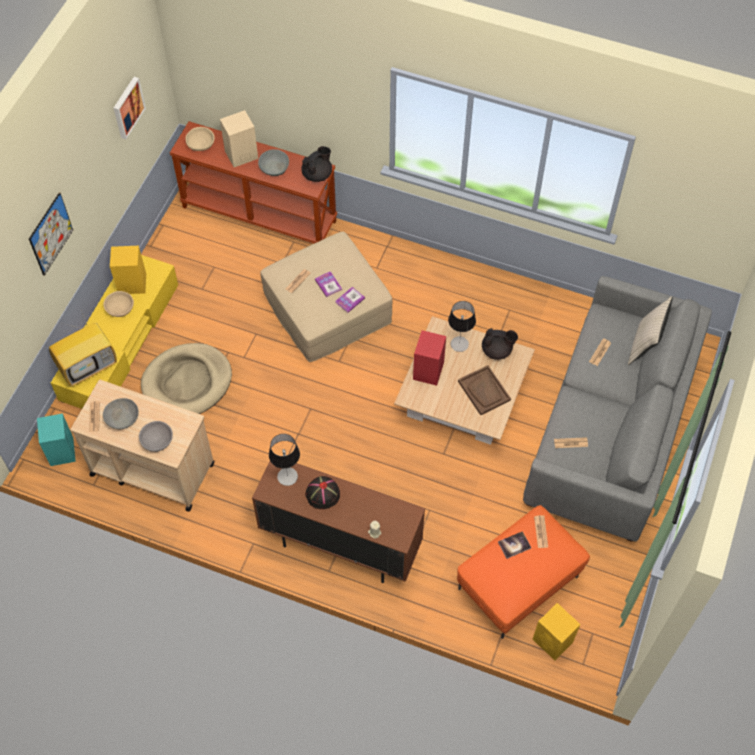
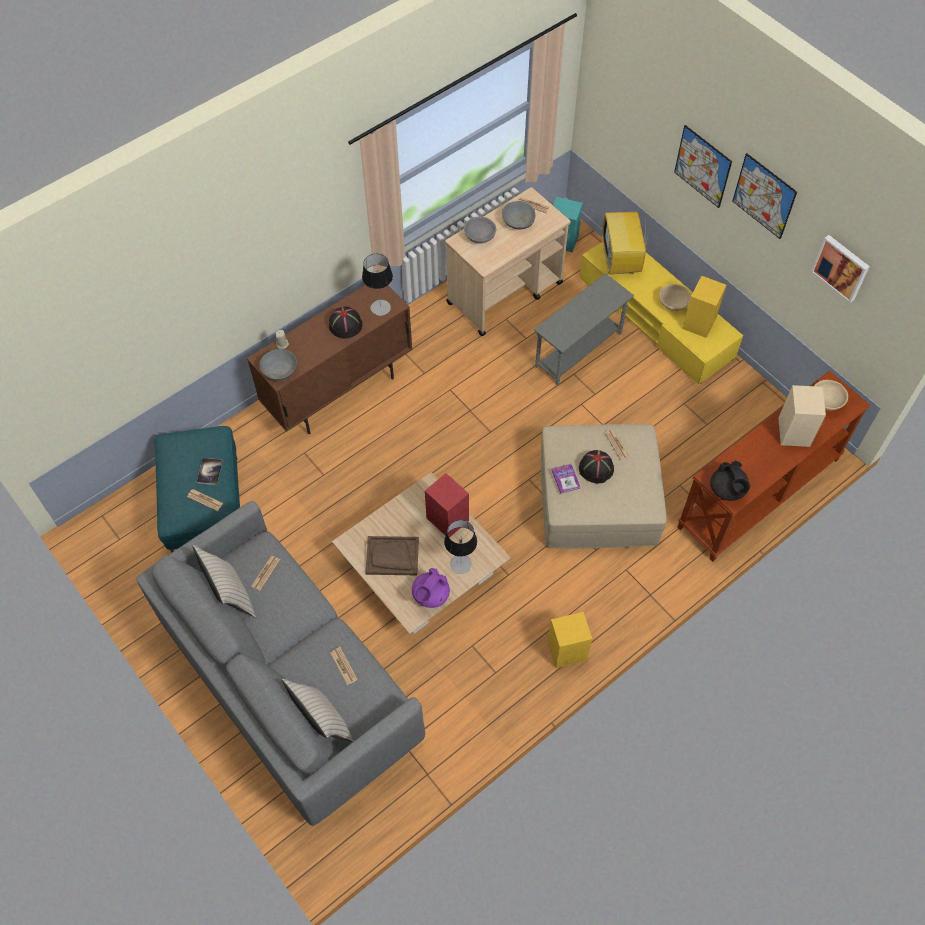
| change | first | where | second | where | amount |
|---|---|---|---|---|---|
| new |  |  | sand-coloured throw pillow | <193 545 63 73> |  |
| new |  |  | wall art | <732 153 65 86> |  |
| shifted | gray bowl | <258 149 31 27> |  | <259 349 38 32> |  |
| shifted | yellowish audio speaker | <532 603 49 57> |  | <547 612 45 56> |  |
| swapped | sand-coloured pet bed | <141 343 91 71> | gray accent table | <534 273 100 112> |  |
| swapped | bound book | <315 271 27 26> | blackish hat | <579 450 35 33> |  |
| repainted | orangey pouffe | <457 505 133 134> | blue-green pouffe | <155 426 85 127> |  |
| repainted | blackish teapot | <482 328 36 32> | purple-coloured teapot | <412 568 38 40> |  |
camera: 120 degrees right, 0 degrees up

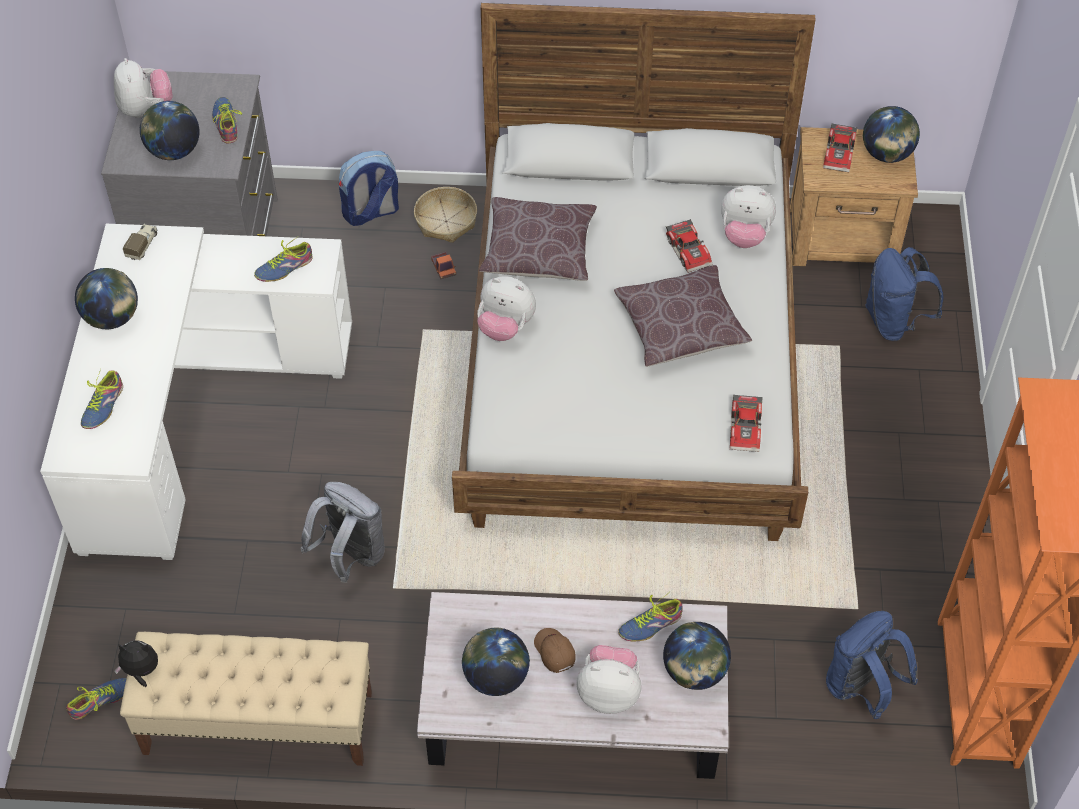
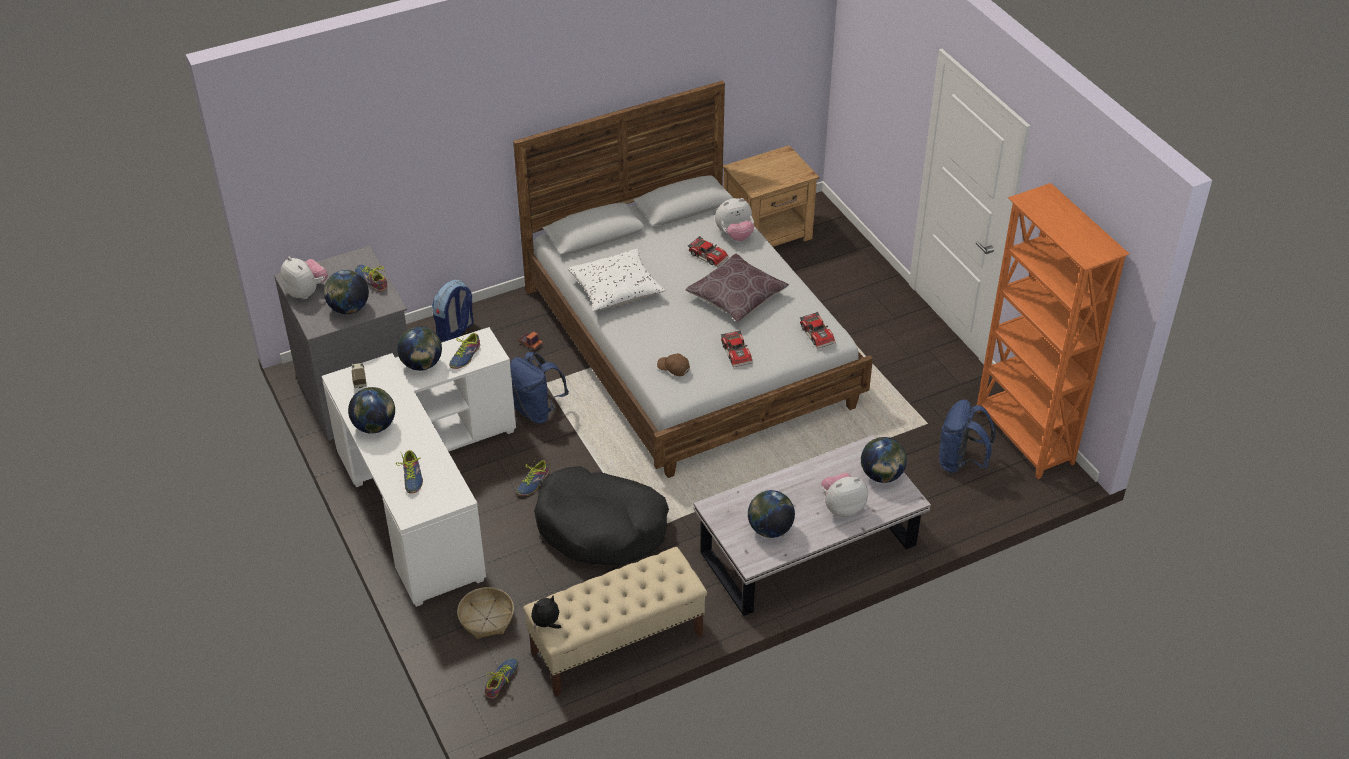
| change | first | where | second | where | amount |
|---|---|---|---|---|---|
| gone | cuddly toy | <477 276 59 65> |  |  |  |
| shifted | basket | <414 187 63 56> |  | <457 587 57 52> |  |
| shifted | brown-coloured cap | <534 628 41 45> |  | <657 353 33 23> |  |
| shifted | low shoe | <618 592 65 49> |  | <516 459 33 37> |  |
| shifted | toy car | <823 123 34 49> |  | <721 331 32 36> |  |
| shifted | world globe | <863 106 57 57> |  | <397 326 45 45> |  |
| shifted | blue knapsack | <865 247 78 94> |  | <510 352 59 72> |  |
| swapped | gray knapsack | <300 482 85 101> | blackish pet bed | <534 466 135 100> |  |
| repainted | brown-coloured throw pillow | <479 197 118 84> | white-coloured throw pillow | <568 249 97 62> |  |
camera: 30 degrees left, 10 degrees down

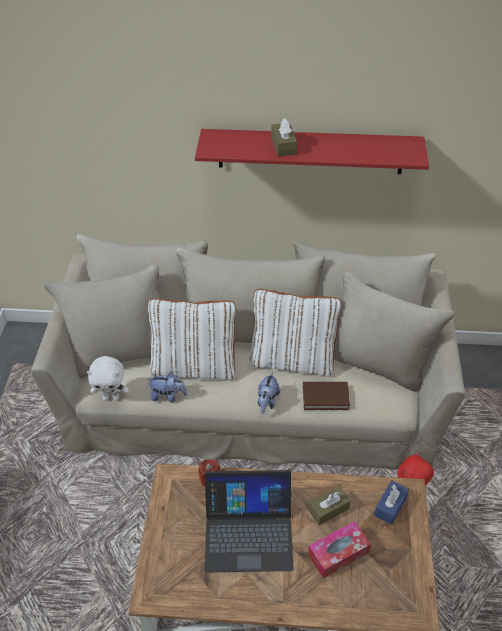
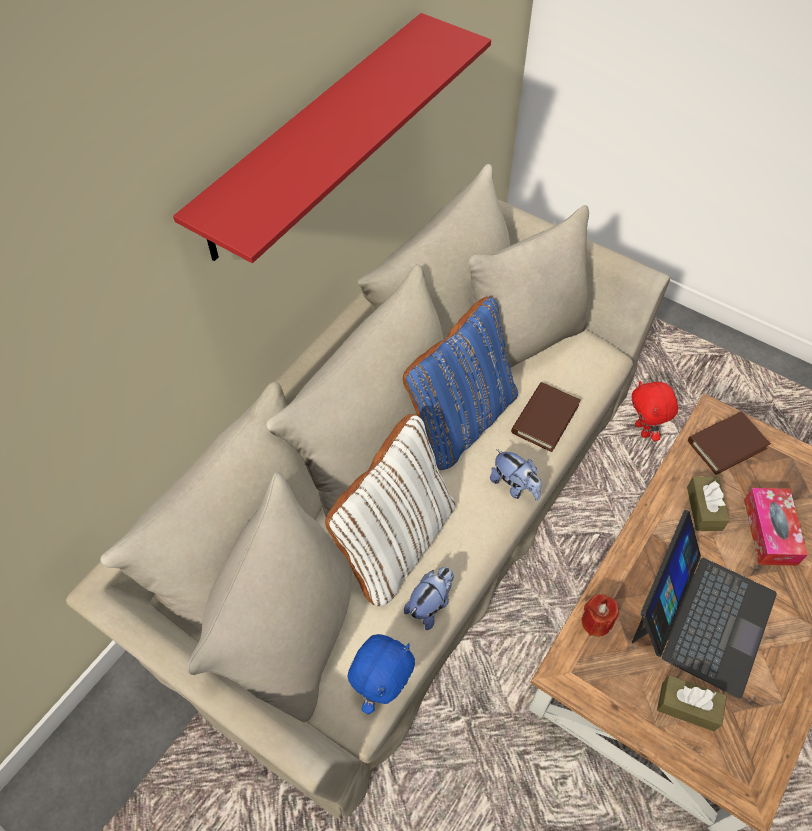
| change | first | where | second | where | amount |
|---|---|---|---|---|---|
| shifted | brown-coloured box of tissues | <271 118 26 39> |  | <657 675 70 56> |  |
| swapped | blue box of tissues | <374 480 35 45> | brown-coloured bound book | <688 412 83 63> |  |
| repainted | white-coloured cuddly toy | <87 356 42 45> | blue cuddly toy | <347 634 68 80> |  |
| repainted | white-coloured throw pillow | <250 289 92 88> | blue throw pillow | <403 296 115 174> |  |
camera: 60 degrees left, 10 degrees up

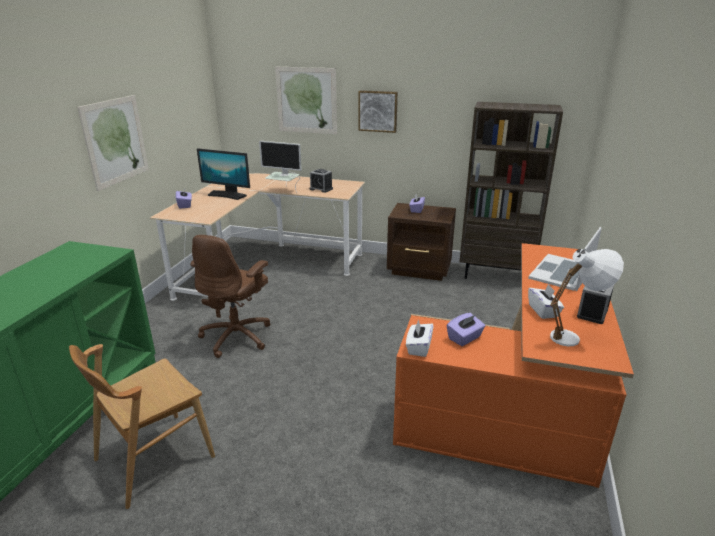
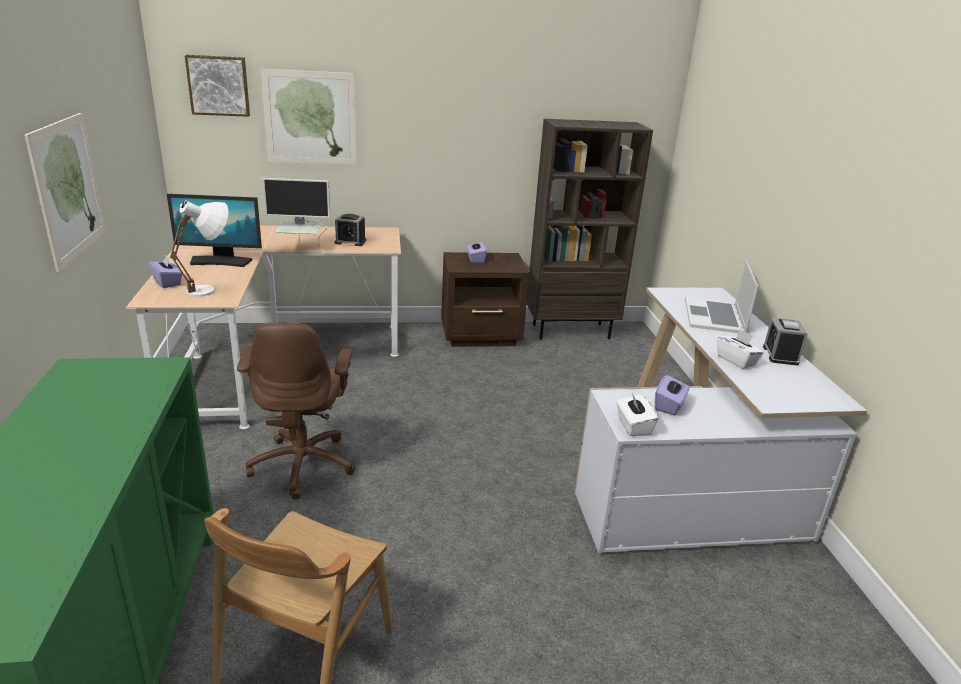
| change | first | where | second | where | amount |
|---|---|---|---|---|---|
| shifted | wall art | <358 90 40 43> |  | <185 55 65 62> |  |
| shifted | white-coloured table lamp | <550 249 74 97> |  | <170 201 59 96> |  |
| repainted | orangey desk | <393 243 241 245> | white-coloured desk | <574 287 293 266> |  |
camera: 25 degrees left, 0 degrees up

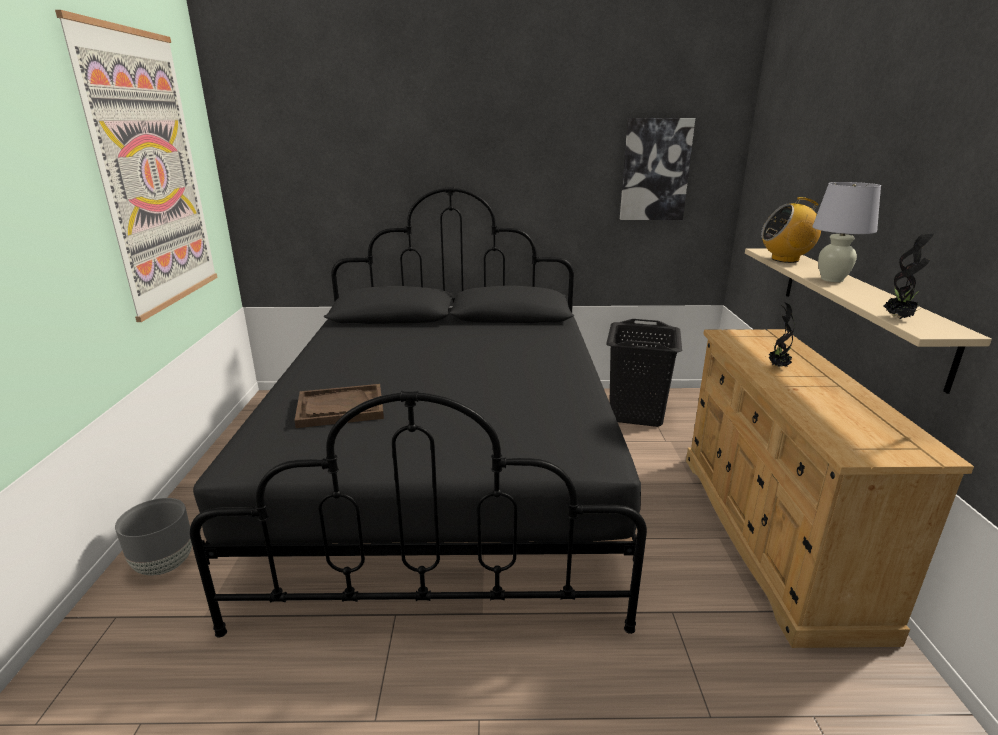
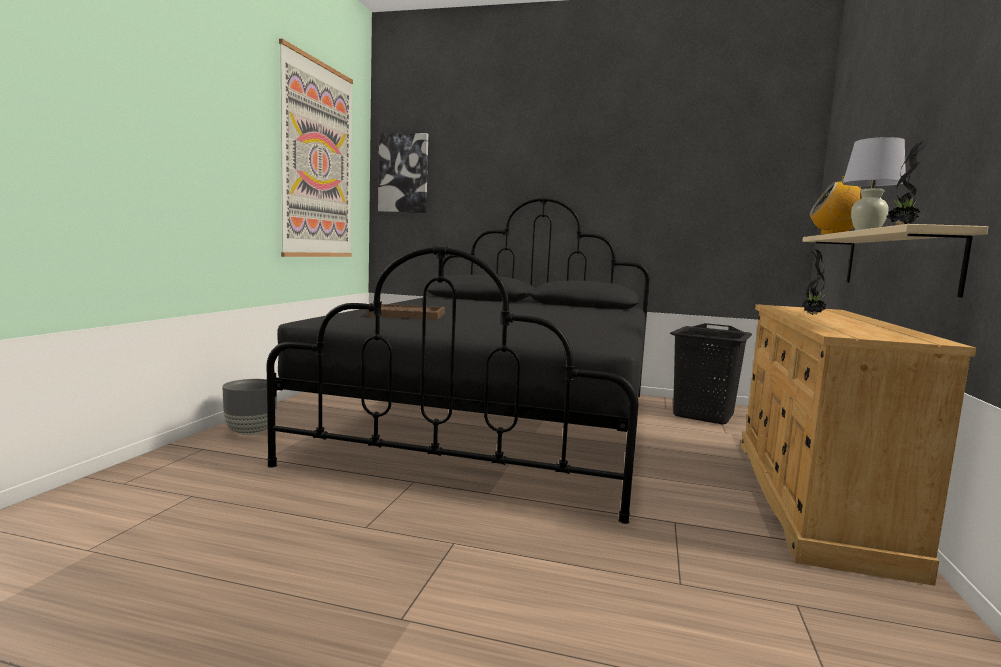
| change | first | where | second | where | amount |
|---|---|---|---|---|---|
| shifted | wall art | <620 118 75 102> |  | <378 133 50 80> |  |
camera: 15 degrees right, 15 degrees down

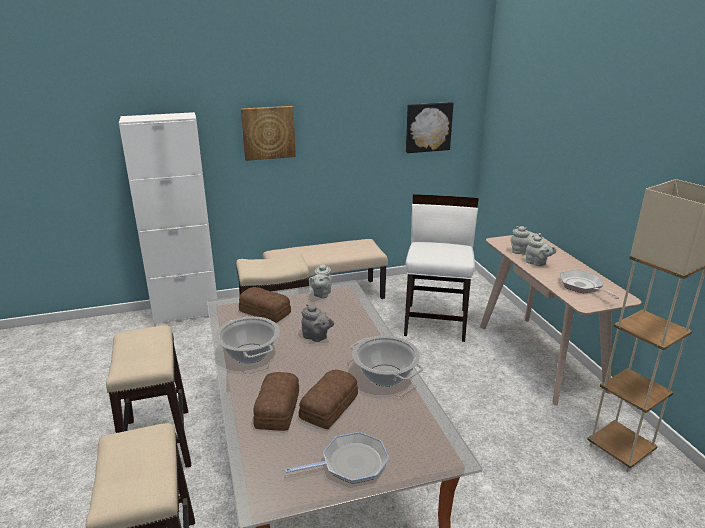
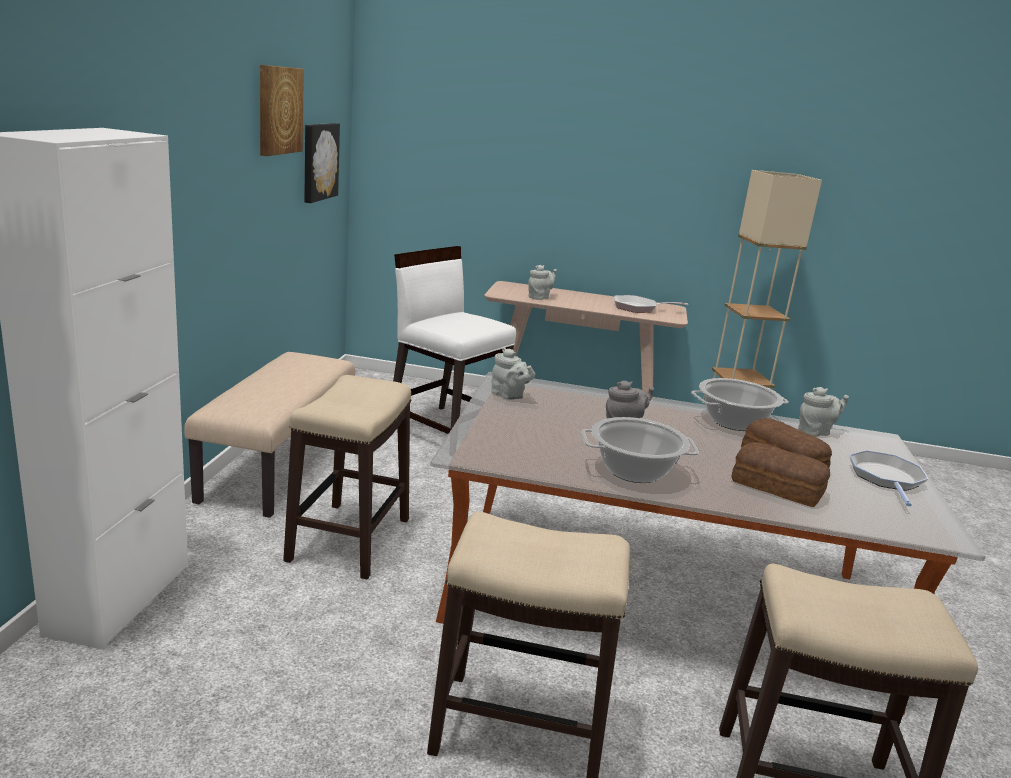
| change | first | where | second | where | amount |
|---|---|---|---|---|---|
| gone | bread | <239 287 52 36> |  |  |  |
| shifted | wall art | <241 106 55 55> |  | <260 65 44 91> |  |
| shifted | gray teapot | <526 235 31 31> |  | <798 387 51 50> |  |
camera: 65 degrees left, 5 degrees down

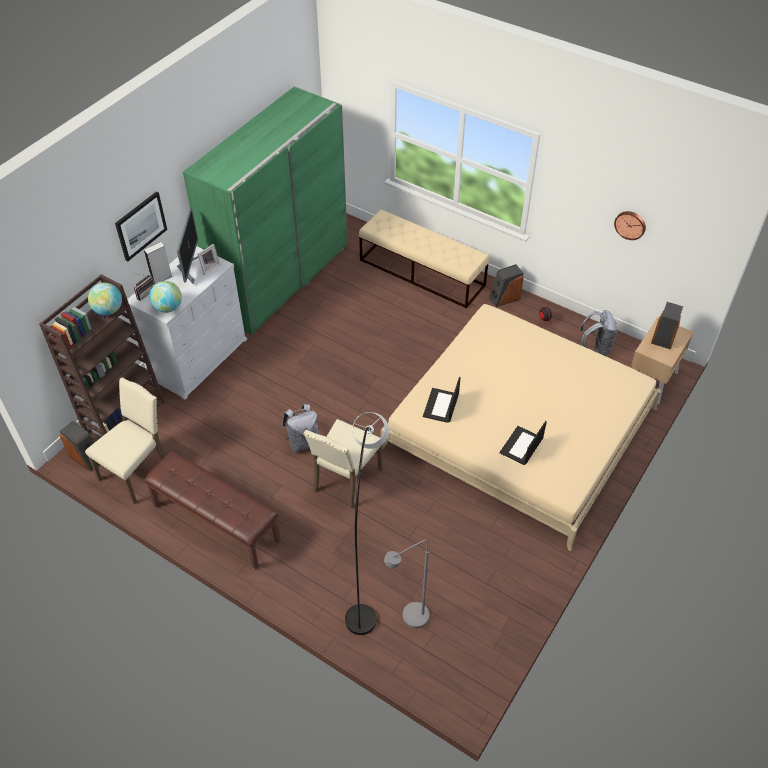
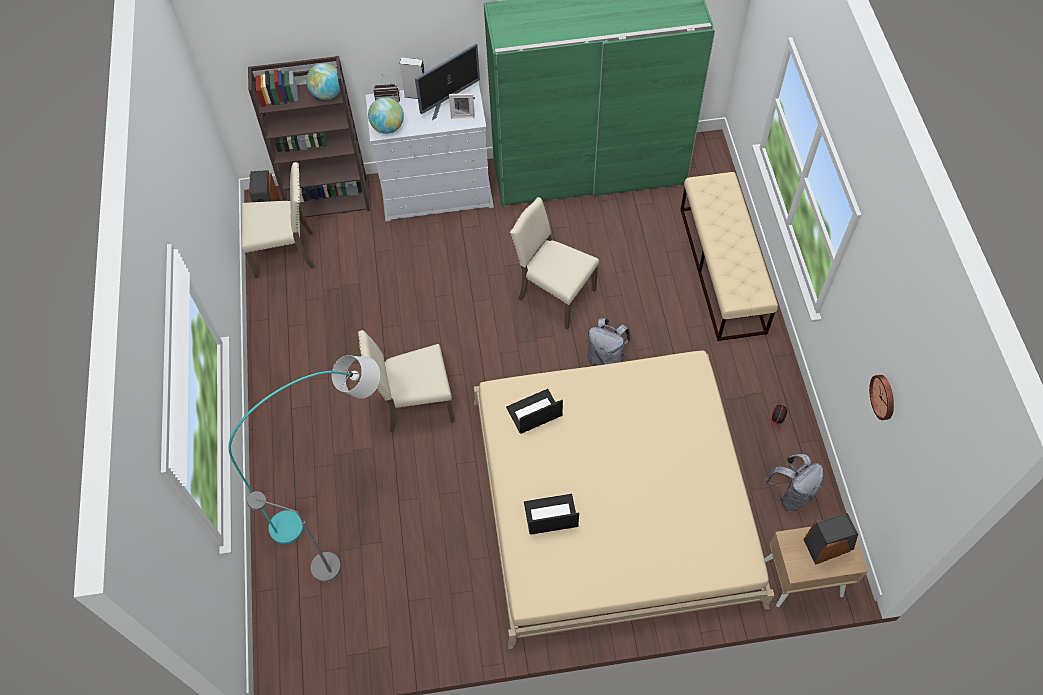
| change | first | where | second | where | amount |
|---|---|---|---|---|---|
| gone | wall art | <115 191 52 70> |  |  |  |
| gone | brown-coloured long seat | <144 452 137 117> |  |  |  |
| gone | audio speaker | <489 264 35 43> |  |  |  |
| new |  |  | sand-coloured chair | <510 197 89 133> |  |
| shifted | gray knapsack | <282 404 37 48> |  | <588 318 43 48> |  |
| repainted | gray standing lamp | <345 412 44 223> | blue-green standing lamp | <228 355 152 189> |  |
camera: 50 degrees right, 10 degrees up

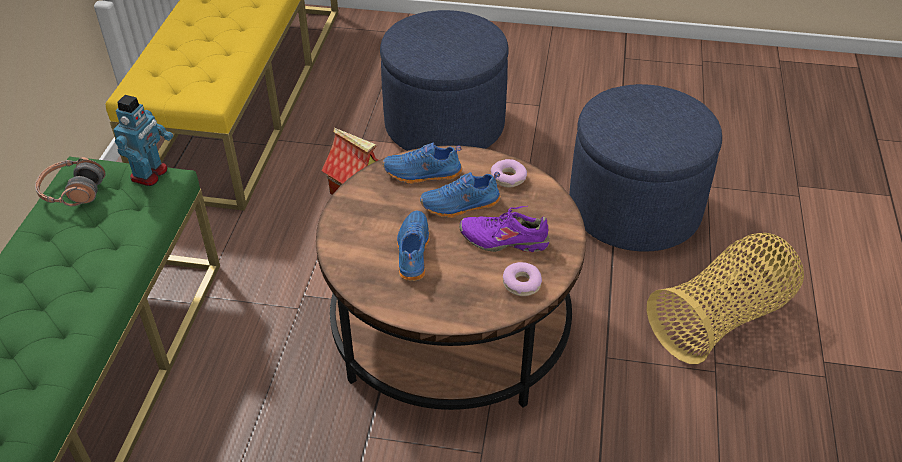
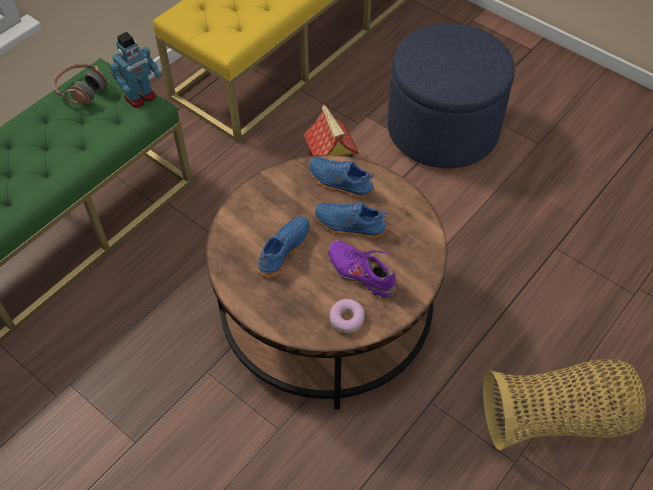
| change | first | where | second | where | amount |
|---|---|---|---|---|---|
| gone | donut | <491 159 36 29> |  |  |  |
| gone | blue pouffe | <569 84 153 168> |  |  |  |
camera: 30 degrees right, 10 degrees up

